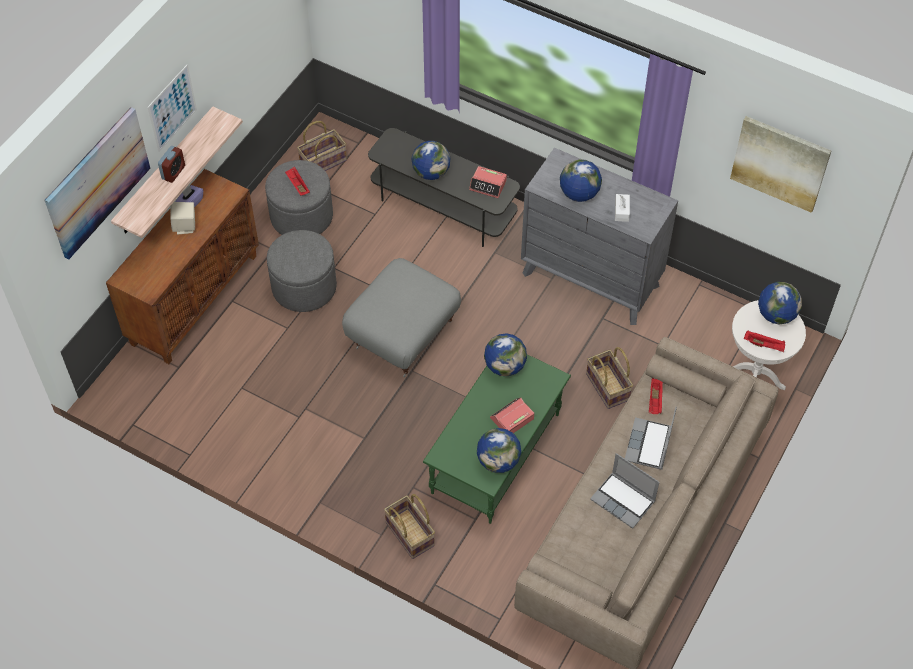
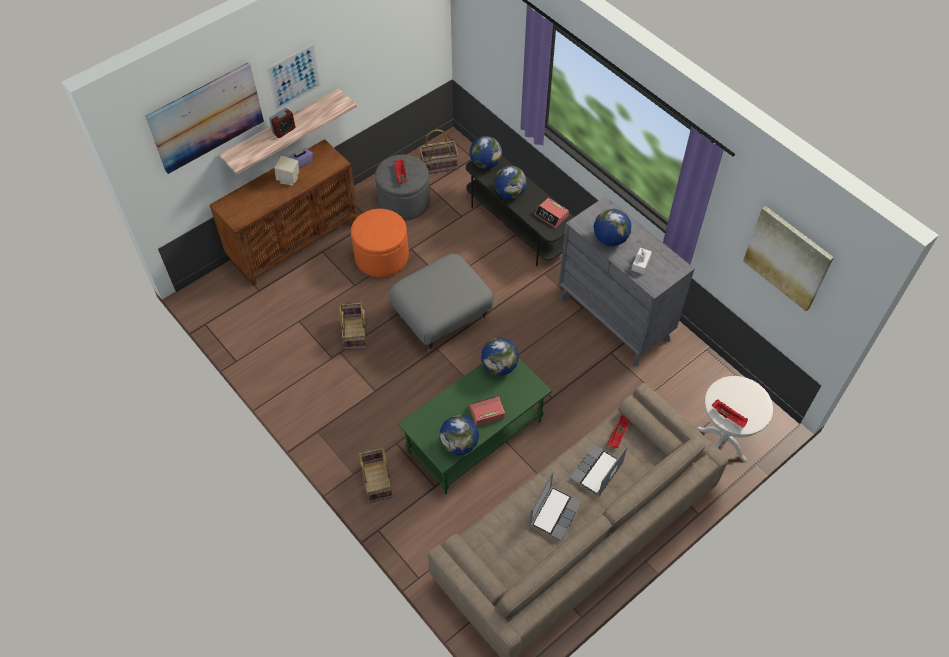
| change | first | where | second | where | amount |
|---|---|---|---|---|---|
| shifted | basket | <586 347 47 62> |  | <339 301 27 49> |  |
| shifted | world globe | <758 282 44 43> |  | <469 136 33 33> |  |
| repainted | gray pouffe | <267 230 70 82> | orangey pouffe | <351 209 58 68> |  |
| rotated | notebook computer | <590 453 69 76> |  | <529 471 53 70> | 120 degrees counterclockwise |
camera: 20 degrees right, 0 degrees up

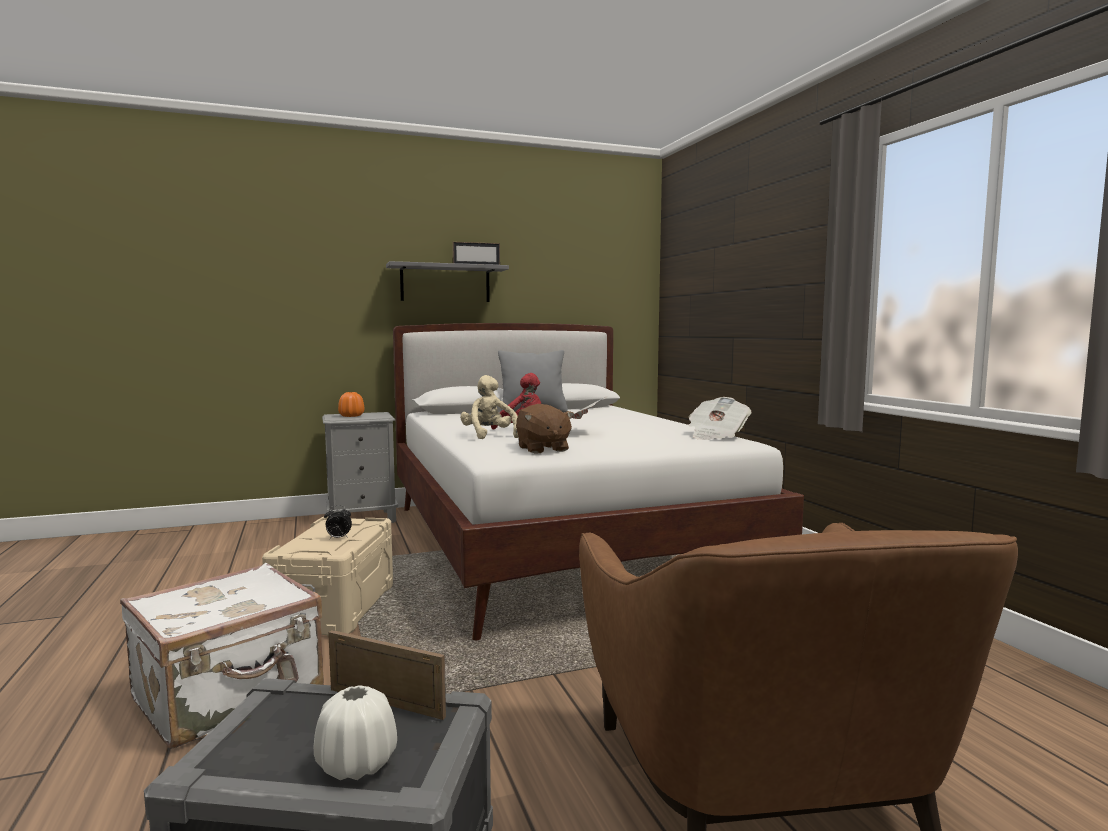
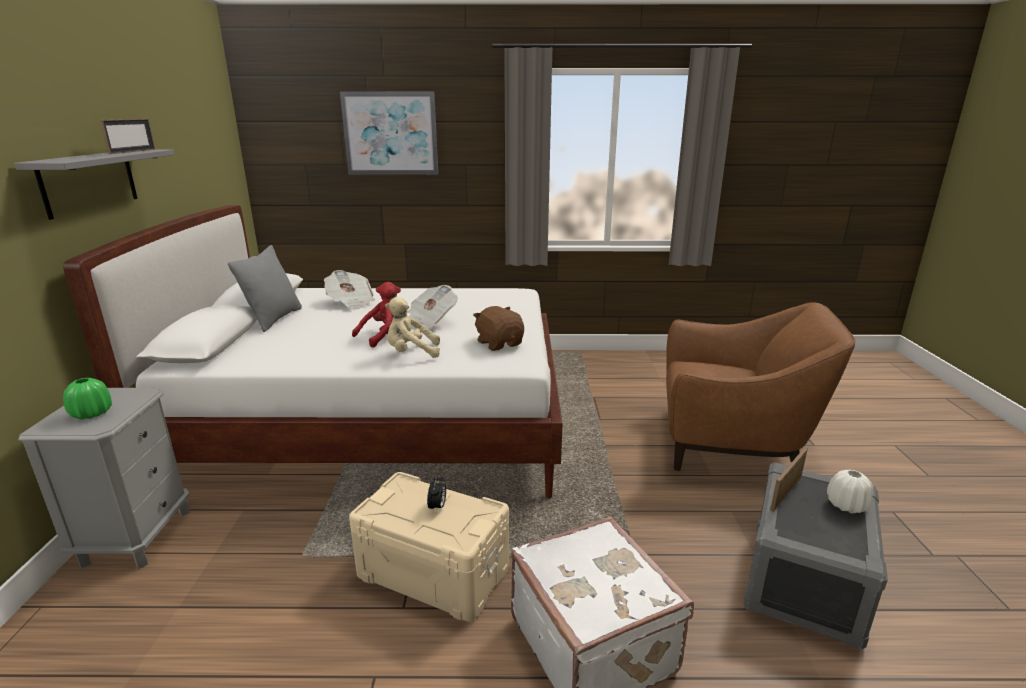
| change | first | where | second | where | amount |
|---|---|---|---|---|---|
| new |  |  | wall art | <340 92 98 82> |  |
| shifted | daily paper | <688 397 64 43> |  | <324 270 51 40> |  |
| repainted | orangey flower vase | <338 392 26 25> | greenish flower vase | <63 378 49 42> |  |
| rotated | brown-coloured cuddly toy | <516 404 58 50> |  | <473 306 51 45> | 120 degrees counterclockwise |
camera: 70 degrees left, 15 degrees up

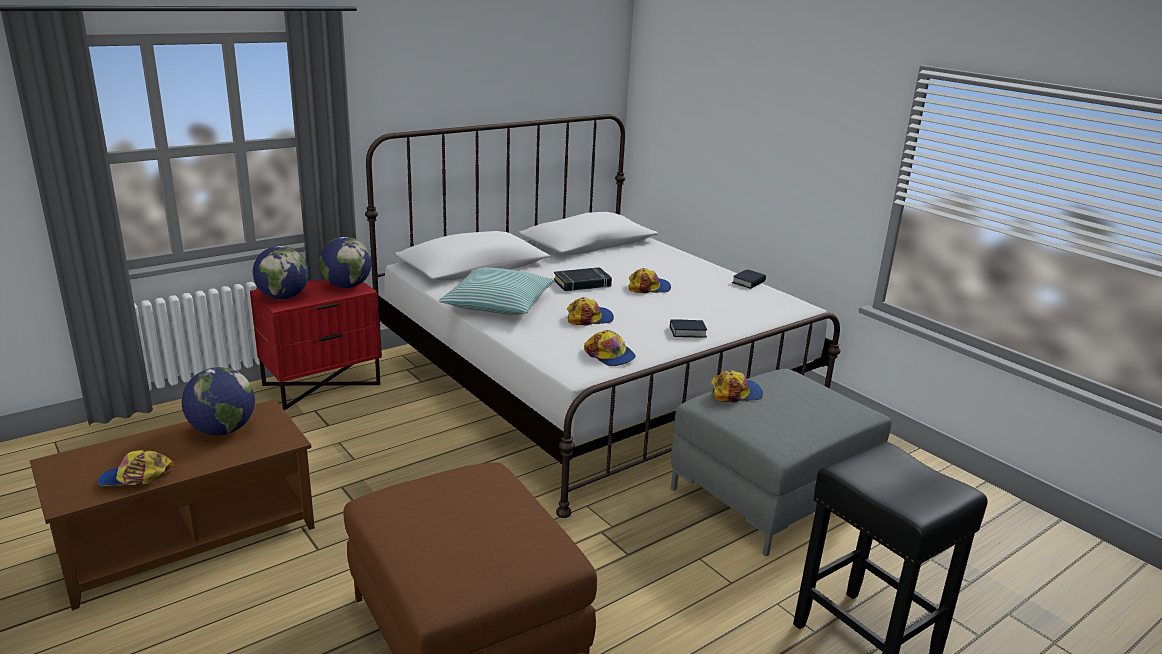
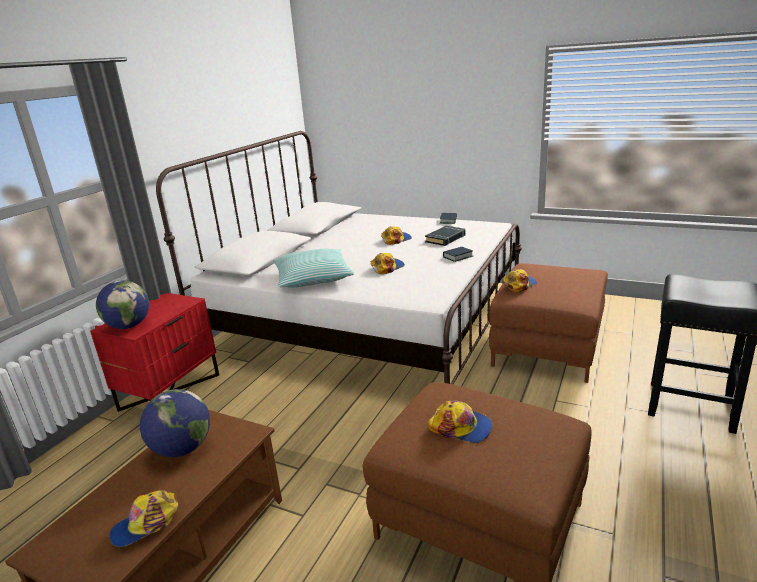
| change | first | where | second | where | amount |
|---|---|---|---|---|---|
| gone | world globe | <319 237 53 51> |  |  |  |
| shifted | blackish bound book | <554 267 58 24> |  | <425 226 40 20> |  |
| shifted | cap | <584 330 52 36> |  | <428 400 64 43> |  |
| repainted | gray pouffe | <671 368 221 189> | brown-coloured pouffe | <489 263 119 120> |  |
camera: 25 degrees left, 0 degrees up

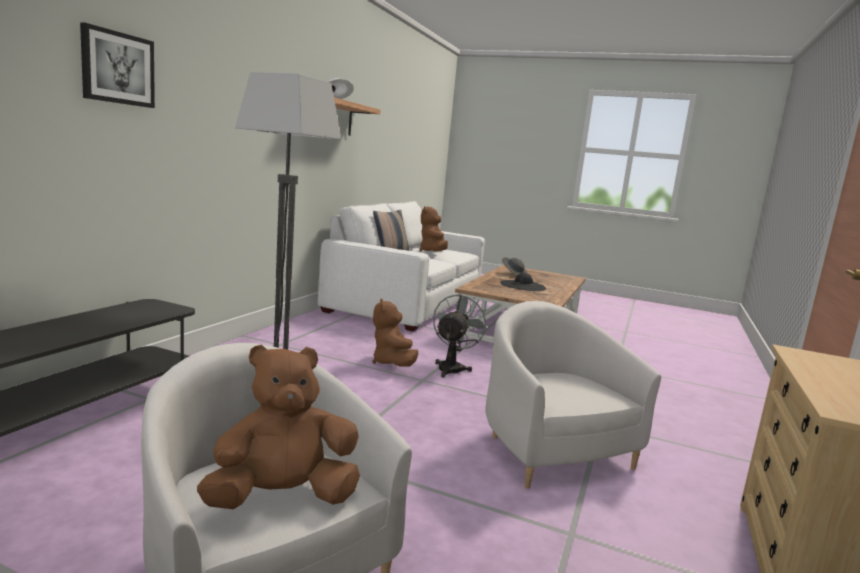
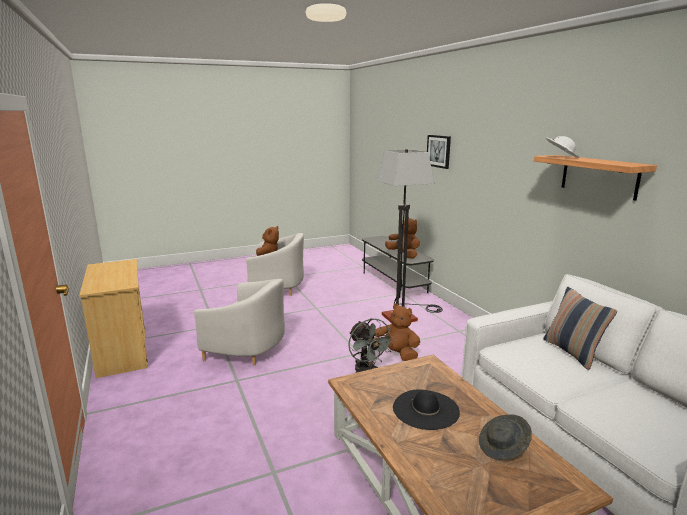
| change | first | where | second | where | amount |
|---|---|---|---|---|---|
| shifted | brown-coloured cuddly toy | <419 206 29 46> |  | <385 217 35 41> |  |
camera: 135 degrees right, 5 degrees up

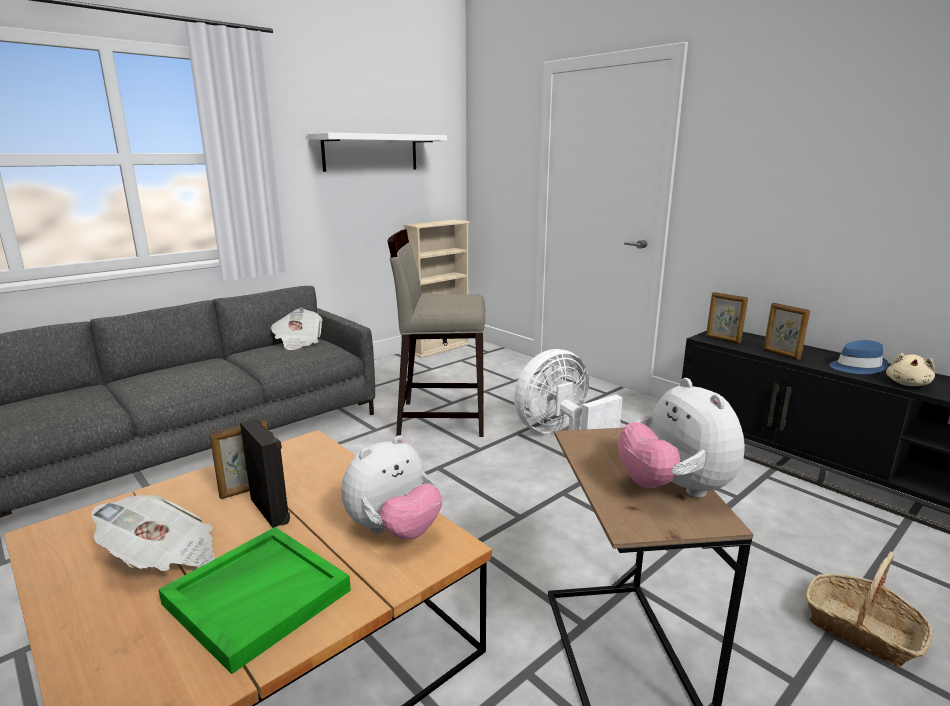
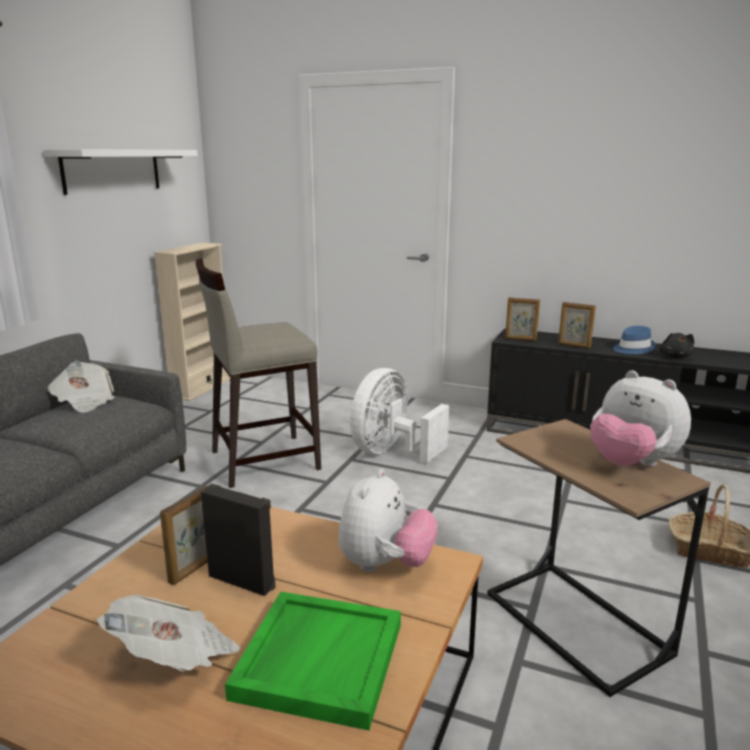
| change | first | where | second | where | amount |
|---|---|---|---|---|---|
| repainted | sand-coloured cuddly toy | <886 353 49 33> | blackish cuddly toy | <659 333 35 25> |  |
camera: 25 degrees left, 0 degrees up

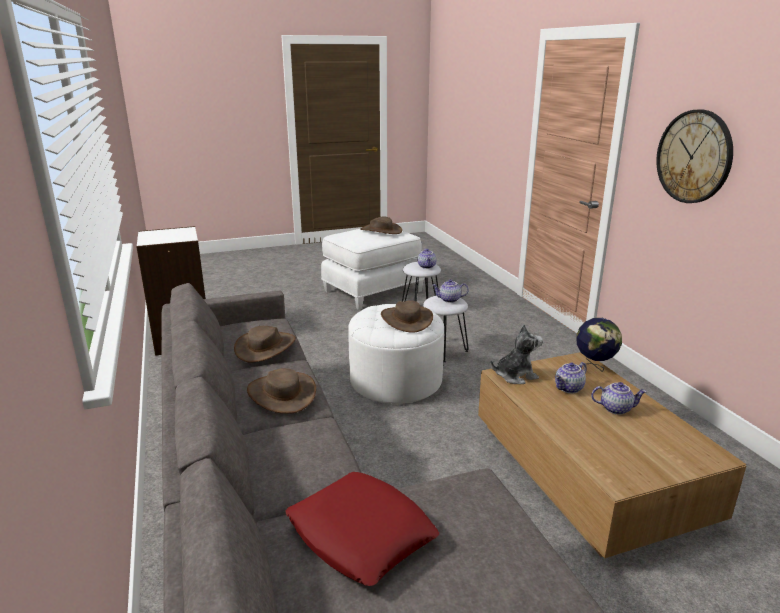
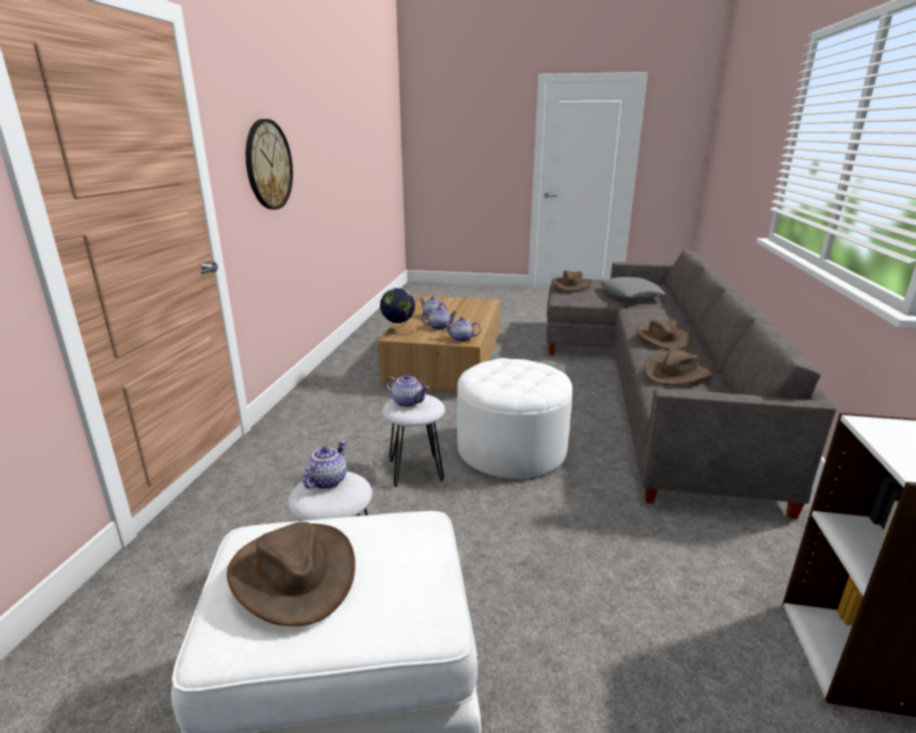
| change | first | where | second | where | amount |
|---|---|---|---|---|---|
| shifted | brown-coloured hat | <381 300 52 33> |  | <552 270 40 21> |  |
| swapped | cuddly toy | <491 324 52 60> | teapot | <443 317 38 25> |  |
| repainted | red throw pillow | <285 472 154 114> | gray throw pillow | <600 277 65 23> |  |
camera: 150 degrees left, 0 degrees up

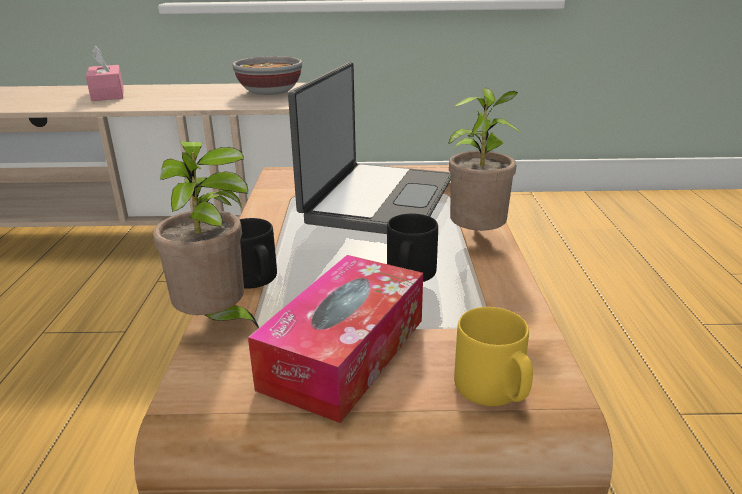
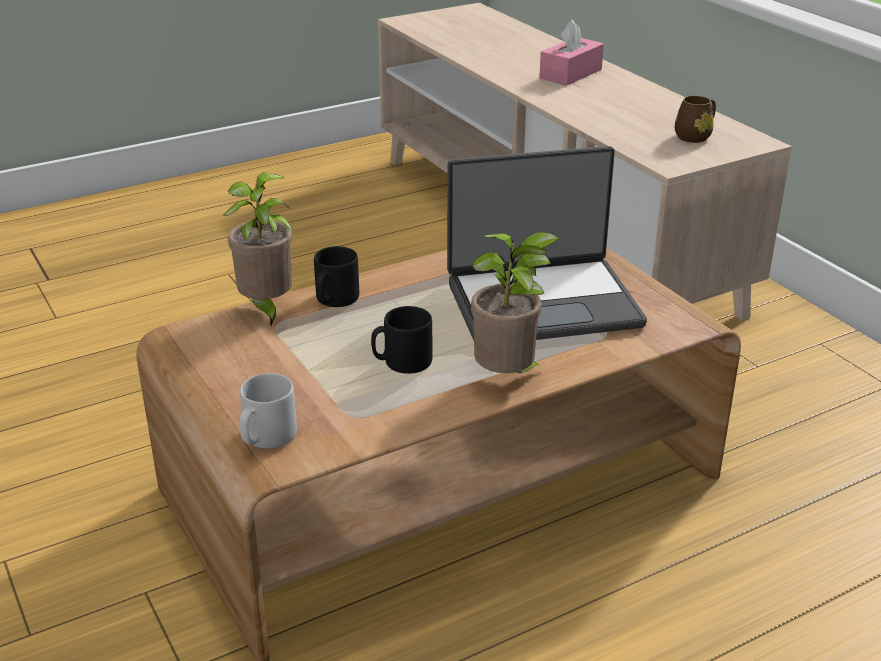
| change | first | where | second | where | amount |
|---|---|---|---|---|---|
| gone | box of tissues | <248 255 175 168> |  |  |  |
| swapped | bowl | <232 56 70 39> | brown-coloured mug | <675 96 41 47> |  |
| repainted | yellowish mug | <454 307 79 99> | gray mug | <239 373 58 75> |  |
camera: 60 degrees right, 5 degrees up

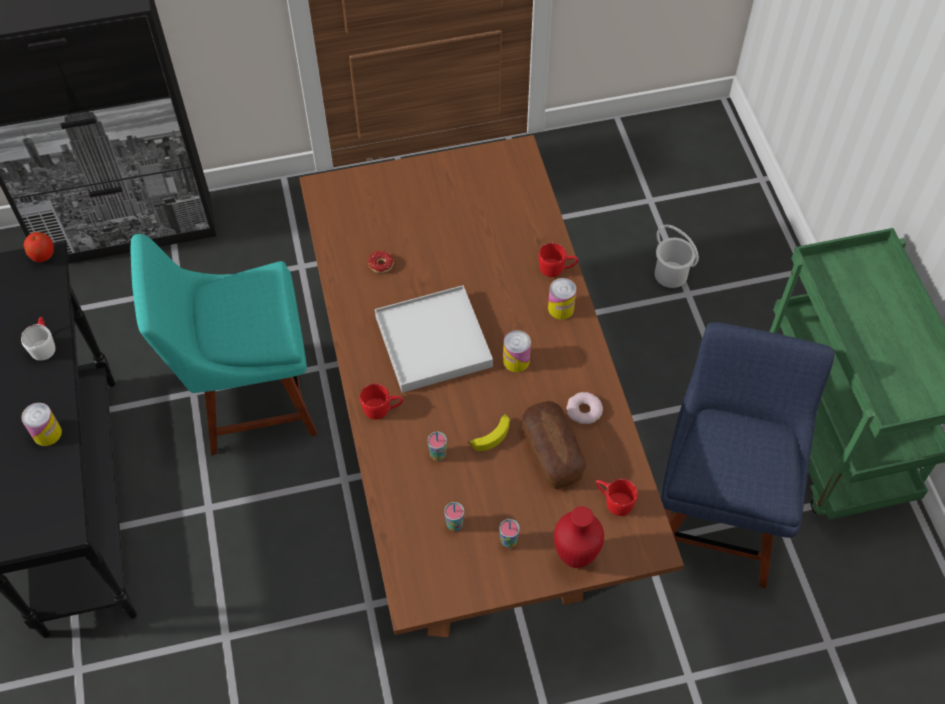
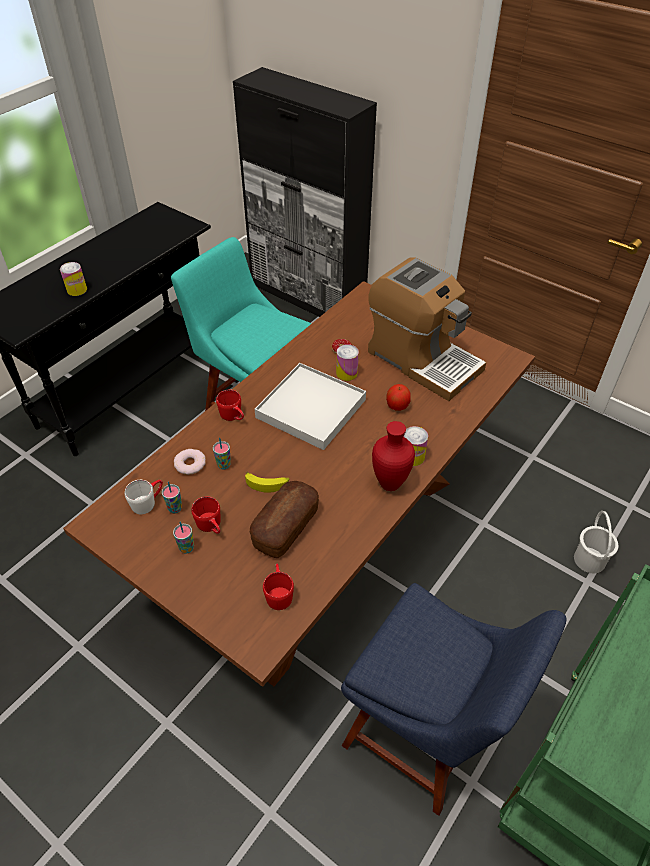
| change | first | where | second | where | amount |
|---|---|---|---|---|---|
| new |  |  | coffee machine | <368 257 119 144> |  |
| shifted | white-coloured mug | <21 317 34 44> |  | <125 480 38 34> |  |
| shifted | apple fruit | <24 232 30 30> |  | <386 384 25 27> |  |
| shifted | metal can | <503 330 28 42> |  | <336 344 23 37> |  |
| shifted | red mug | <539 243 40 34> |  | <191 496 30 38> |  |
| shifted | red flower vase | <554 506 50 62> |  | <372 421 43 70> |  |
| shifted | donut | <566 392 37 32> |  | <174 449 32 26> |  |
| rotated | blue chair | <661 322 174 266> |  | <341 583 225 233> | 60 degrees clockwise |
camera: 50 degrees right, 10 degrees down

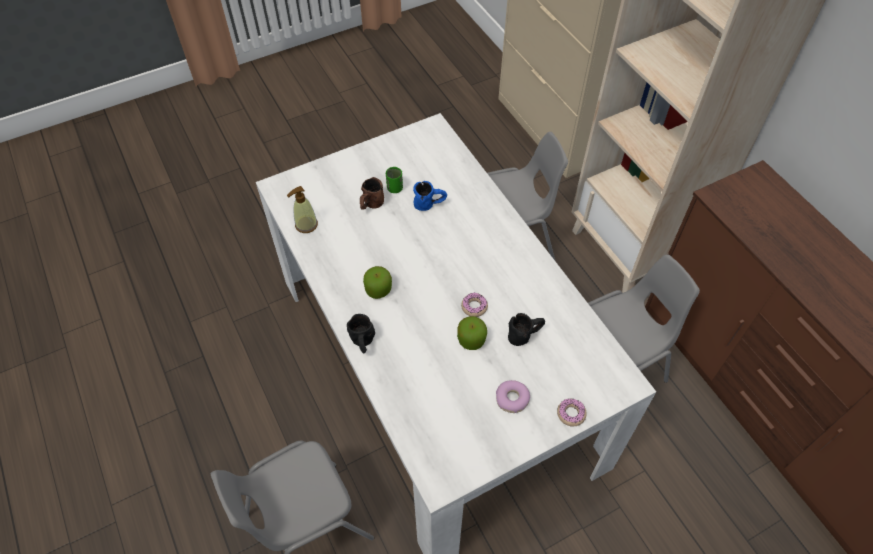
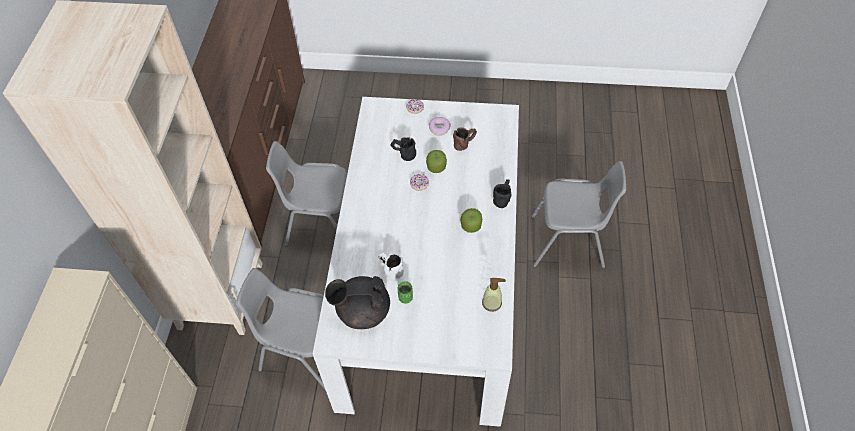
| change | first | where | second | where | amount |
|---|---|---|---|---|---|
| new |  |  | blackish teapot | <325 276 65 53> |  |
| shifted | brown-coloured mug | <360 177 24 33> |  | <453 127 24 24> |  |
| repainted | blue mug | <413 181 34 30> | white-coloured mug | <378 252 26 28> |  |
camera: 145 degrees left, 0 degrees up

